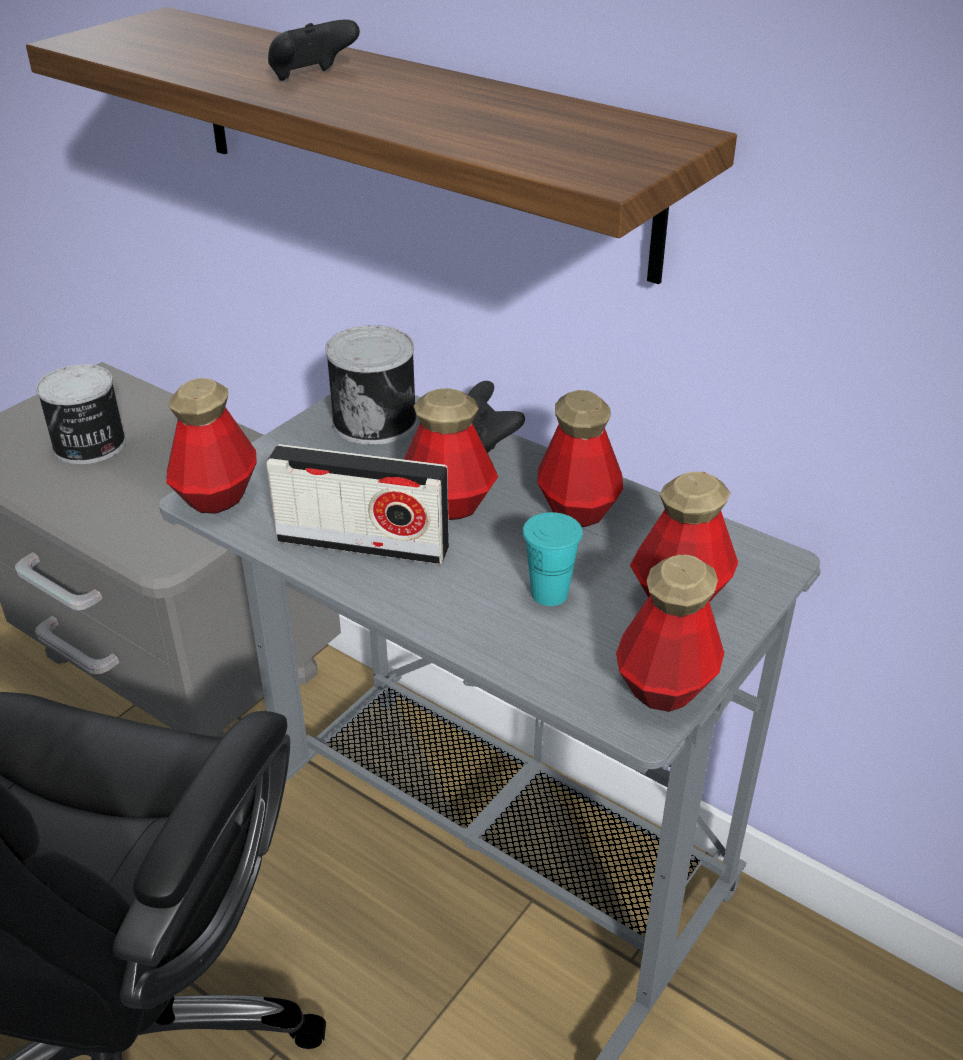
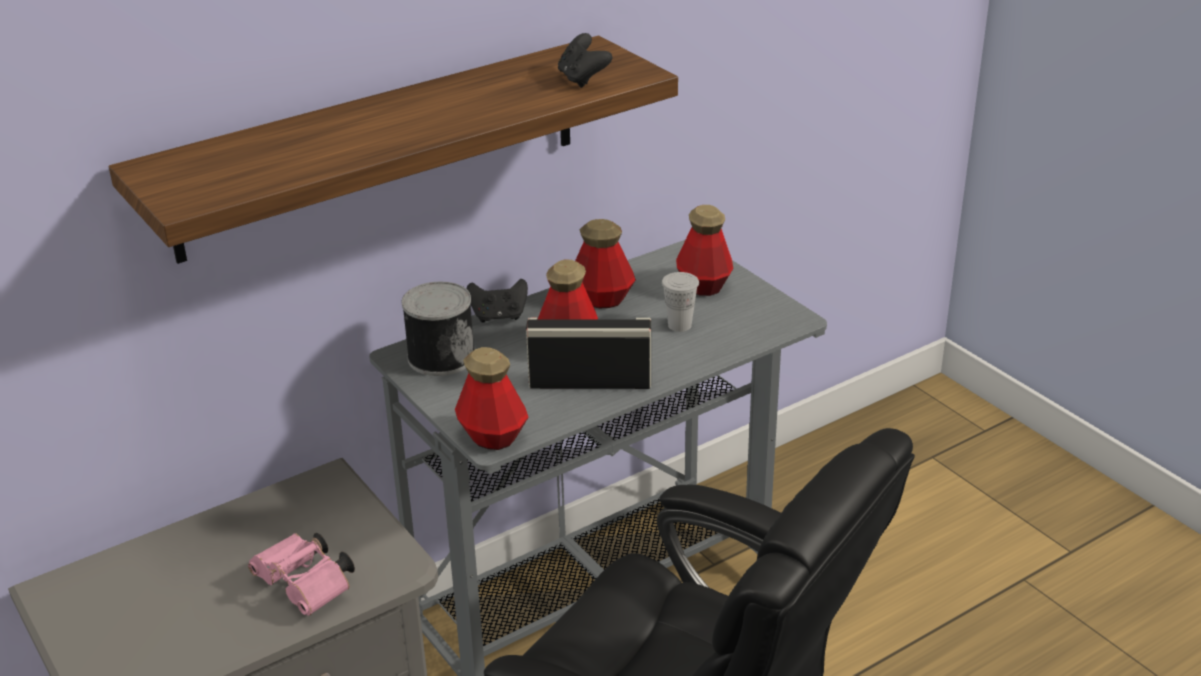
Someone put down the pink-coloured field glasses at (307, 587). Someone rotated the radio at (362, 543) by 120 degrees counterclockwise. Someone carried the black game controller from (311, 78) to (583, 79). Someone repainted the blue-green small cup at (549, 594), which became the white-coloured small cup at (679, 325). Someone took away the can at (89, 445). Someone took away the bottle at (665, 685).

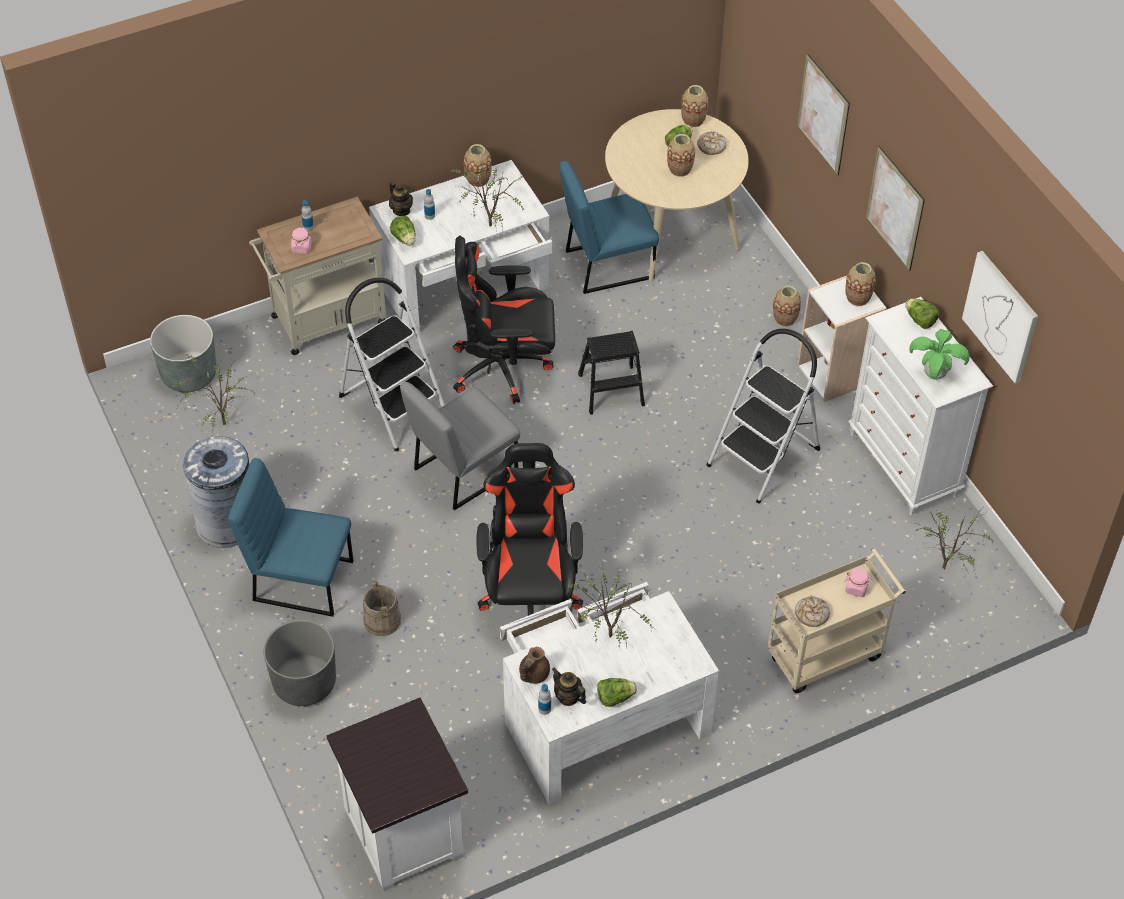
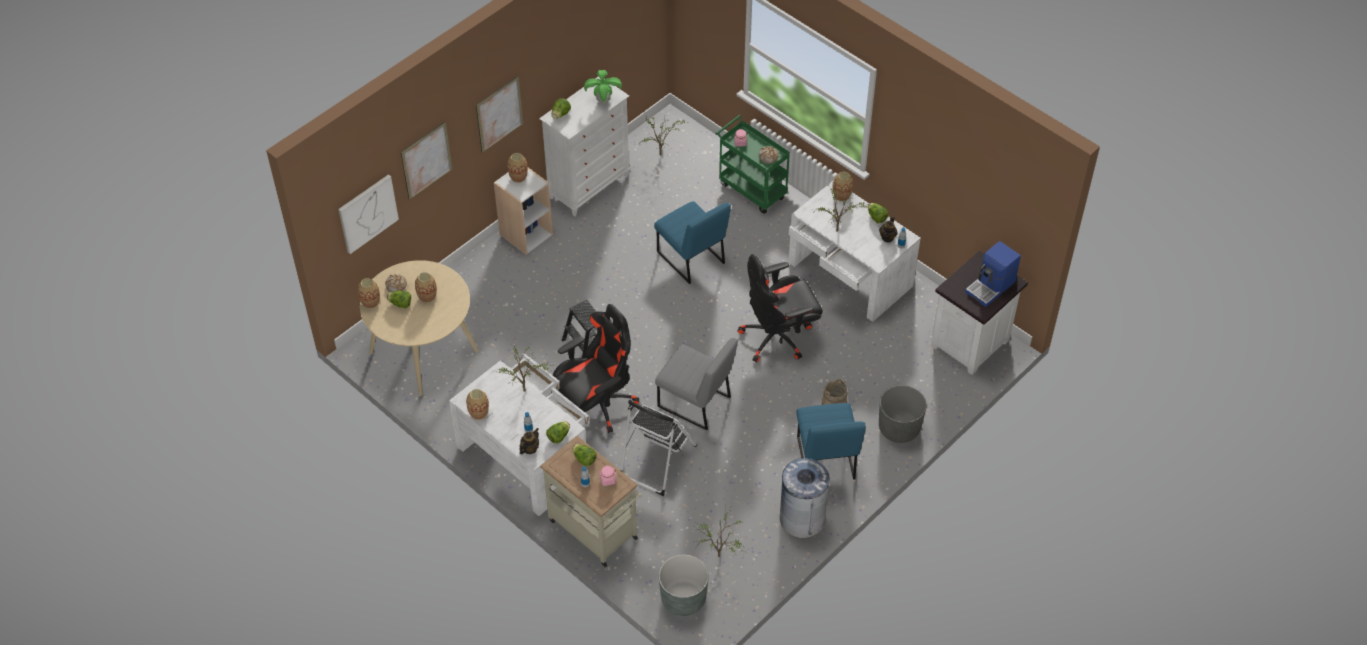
Someone carried the wall picture from (1001, 316) to (367, 213). Someone rotated the black desk chair at (507, 369) by 105 degrees counterclockwise. Someone put down the lettuce head at (584, 459). Someone carried the blue-coloured chair from (606, 264) to (691, 258). Someone repainted the sand-coloured wheeled cart at (827, 658), which became the green wheeled cart at (750, 191). Someone carried the decorative vase from (785, 319) to (842, 196). Someone put down the coffee maker at (991, 287). Someone took away the brown-coloured pot for tea at (533, 674). Someone took away the stepladder at (766, 456).

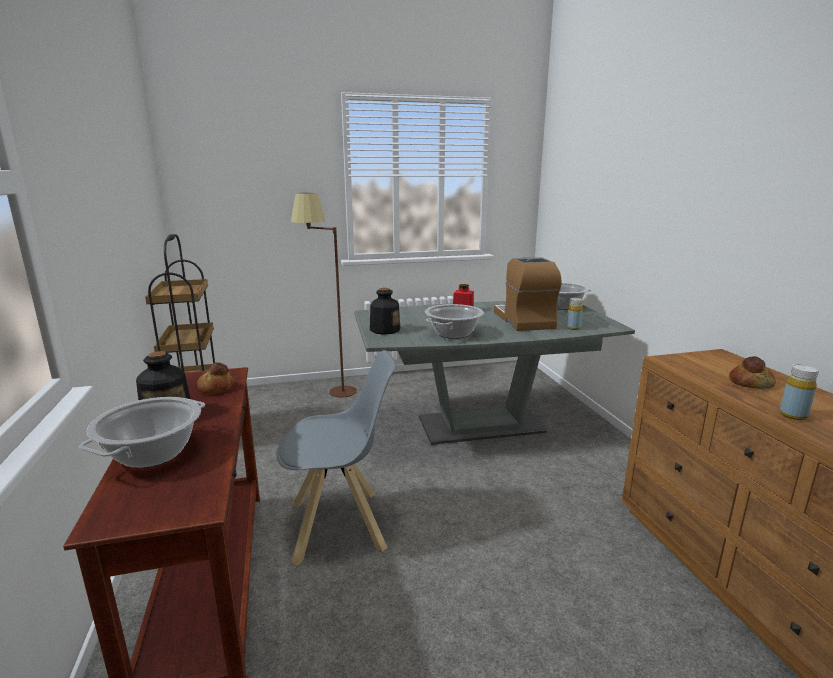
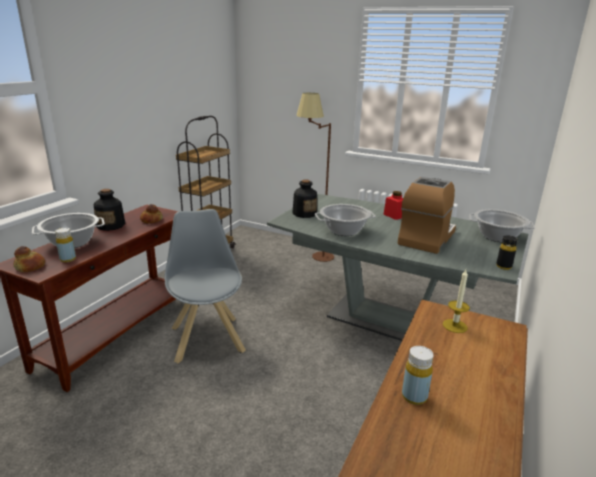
Someone carried the bread from (750, 383) to (30, 266). Someone carried the yellowish bottle from (573, 328) to (68, 259). Someone rotated the gray chair at (341, 525) by 135 degrees counterclockwise. Someone put down the candle at (455, 326). Someone put down the black bottle at (503, 266).

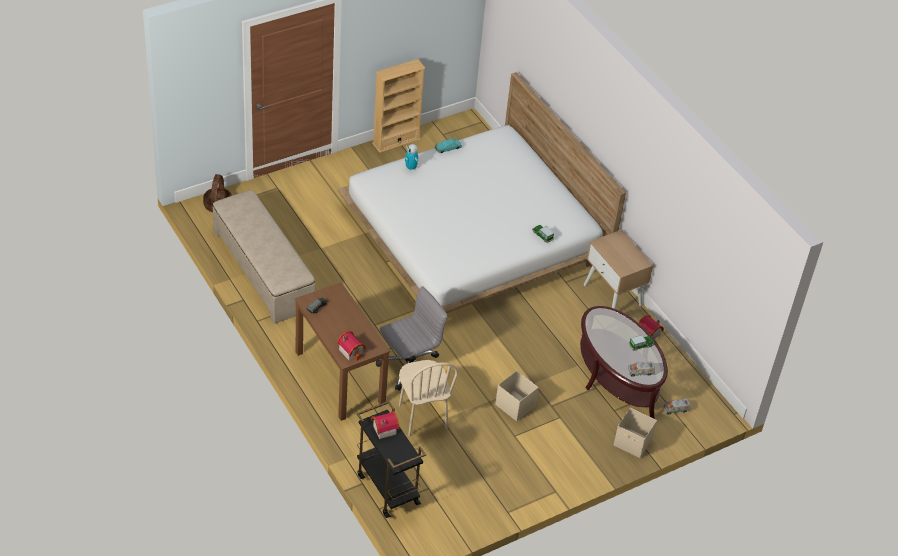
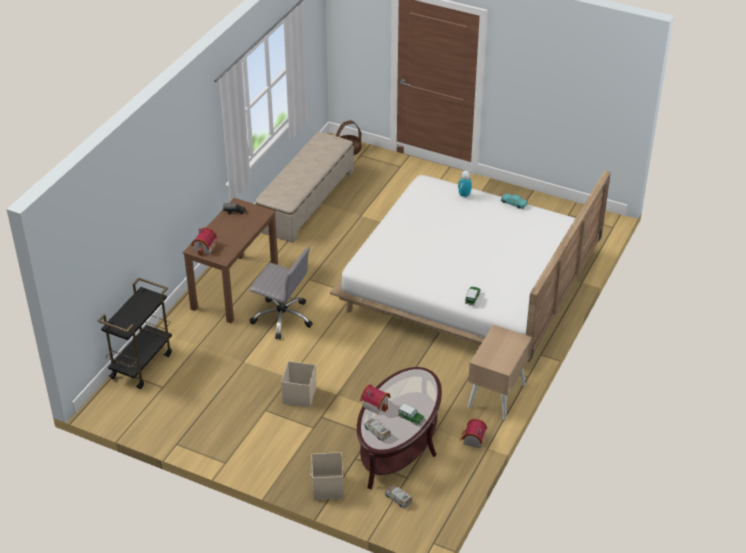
Someone carried the miniature house from (383, 429) to (375, 404). Someone took away the sand-coloured bookcase at (396, 141). Someone took away the sand-coloured chair at (422, 417).

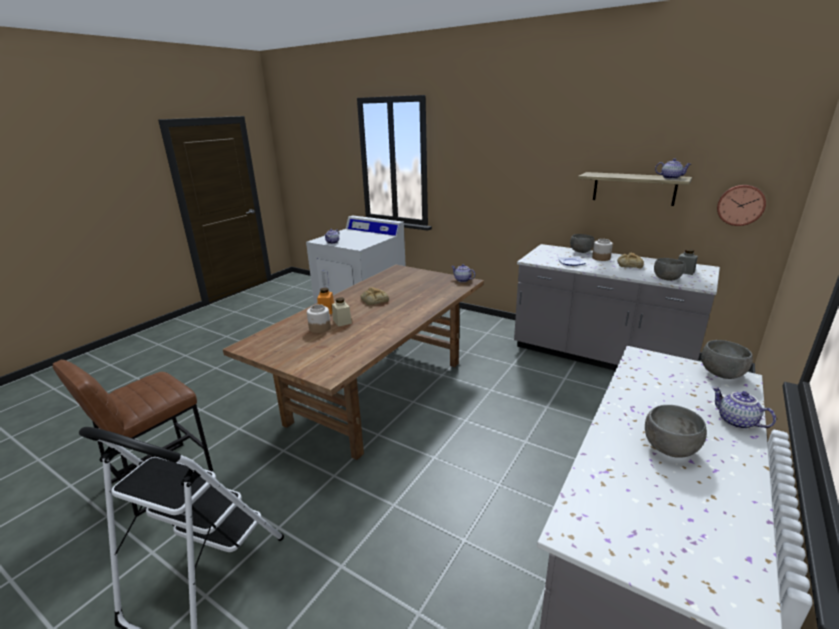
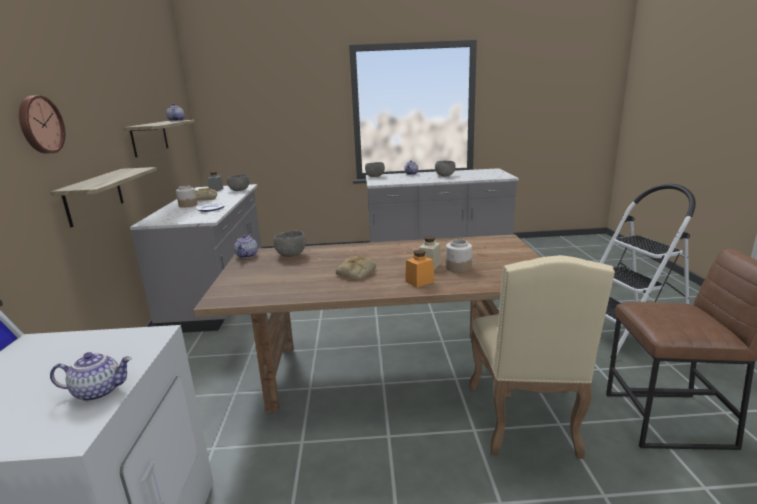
Someone carried the hanging clock from (740, 205) to (39, 125). Someone put up the bracket shelf at (94, 196). Someone carried the gray bowl from (581, 252) to (291, 255). Someone put down the sand-coloured chair at (526, 421).

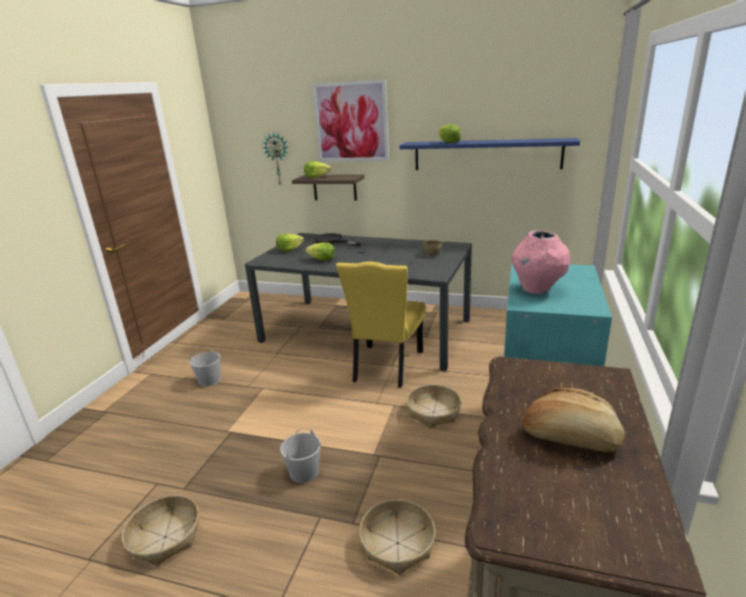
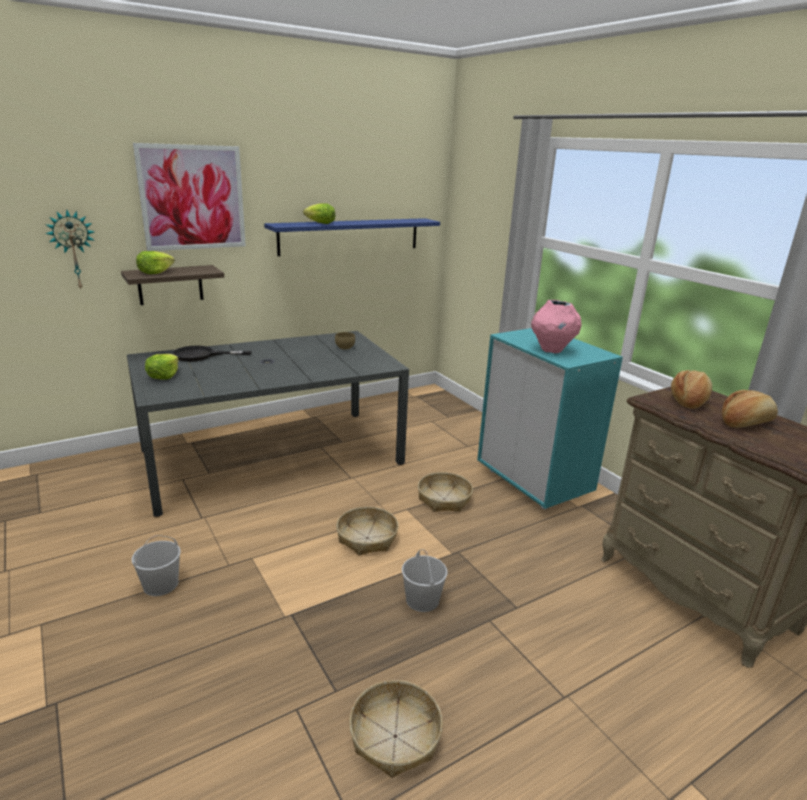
Someone carried the storage basket from (397, 543) to (367, 538). Someone put down the bread at (689, 400). Someone took away the lettuce head at (321, 259). Someone took away the yellowish chair at (387, 364).

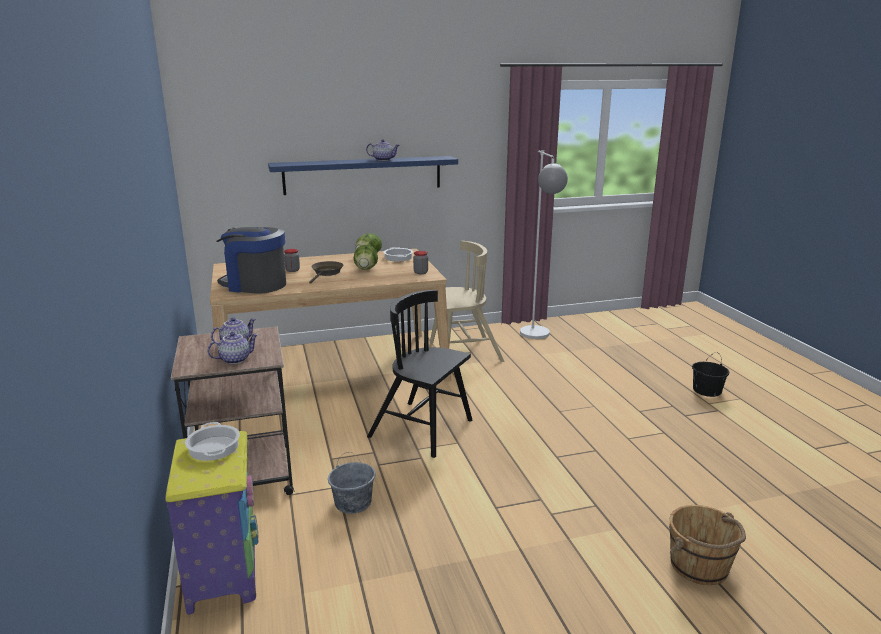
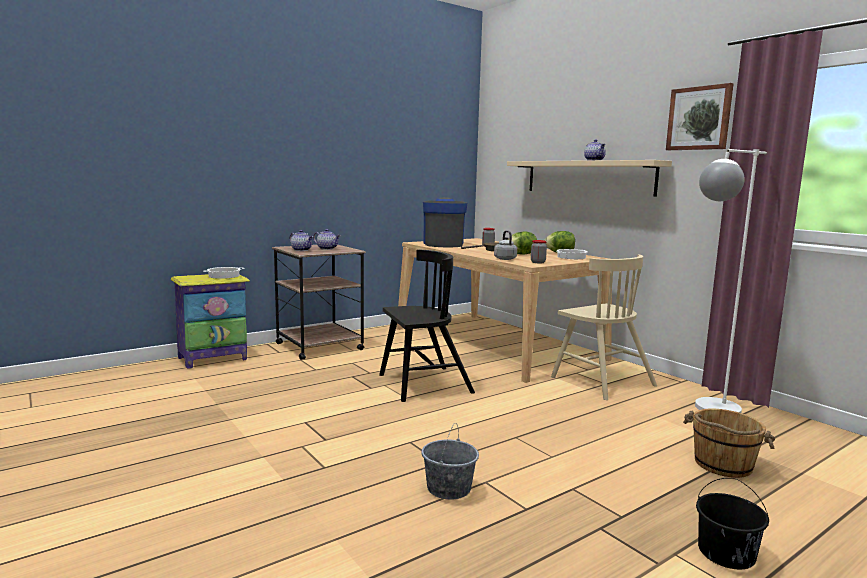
Someone rotated the black chair at (426, 429) by 60 degrees clockwise. Someone carried the gray pail from (353, 502) to (449, 488). Someone put down the gray tea kettle at (504, 259). Someone repainted the blue-coloured bracket shelf at (363, 175), which became the sand-coloured bracket shelf at (587, 177). Someone put up the wall picture at (699, 118). Someone carried the brown-coloured pail from (700, 566) to (722, 465).

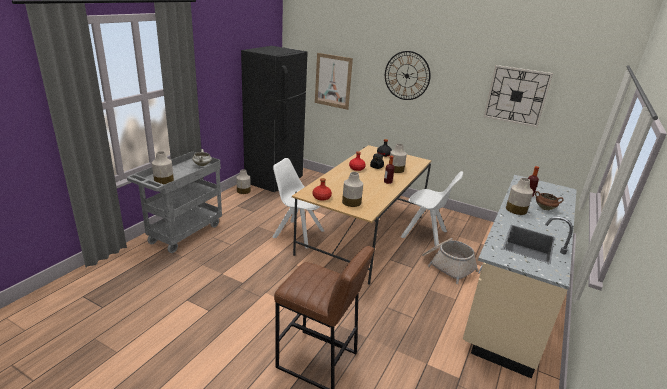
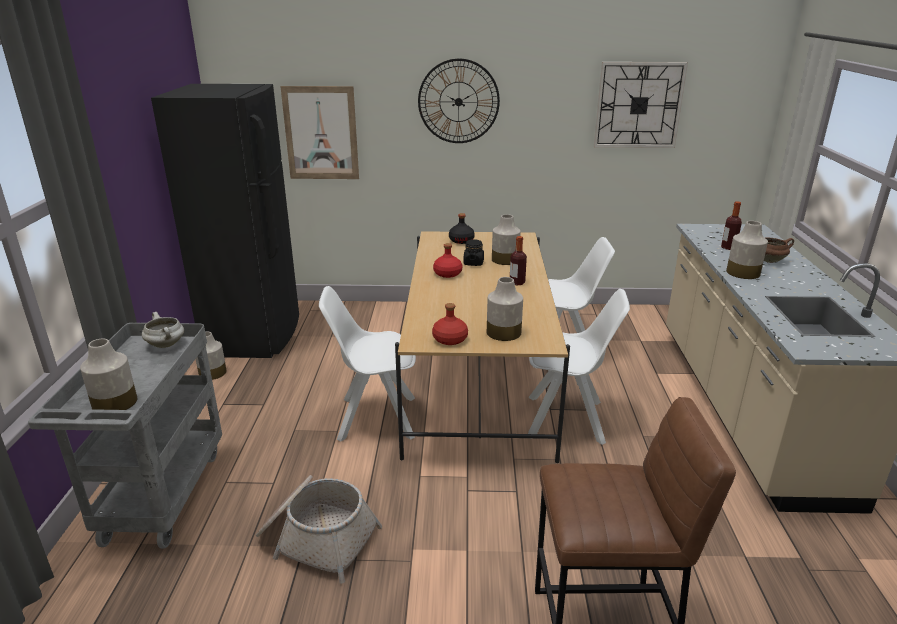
Someone carried the storage basket from (447, 265) to (317, 538). Someone put down the white-coloured chair at (568, 420).

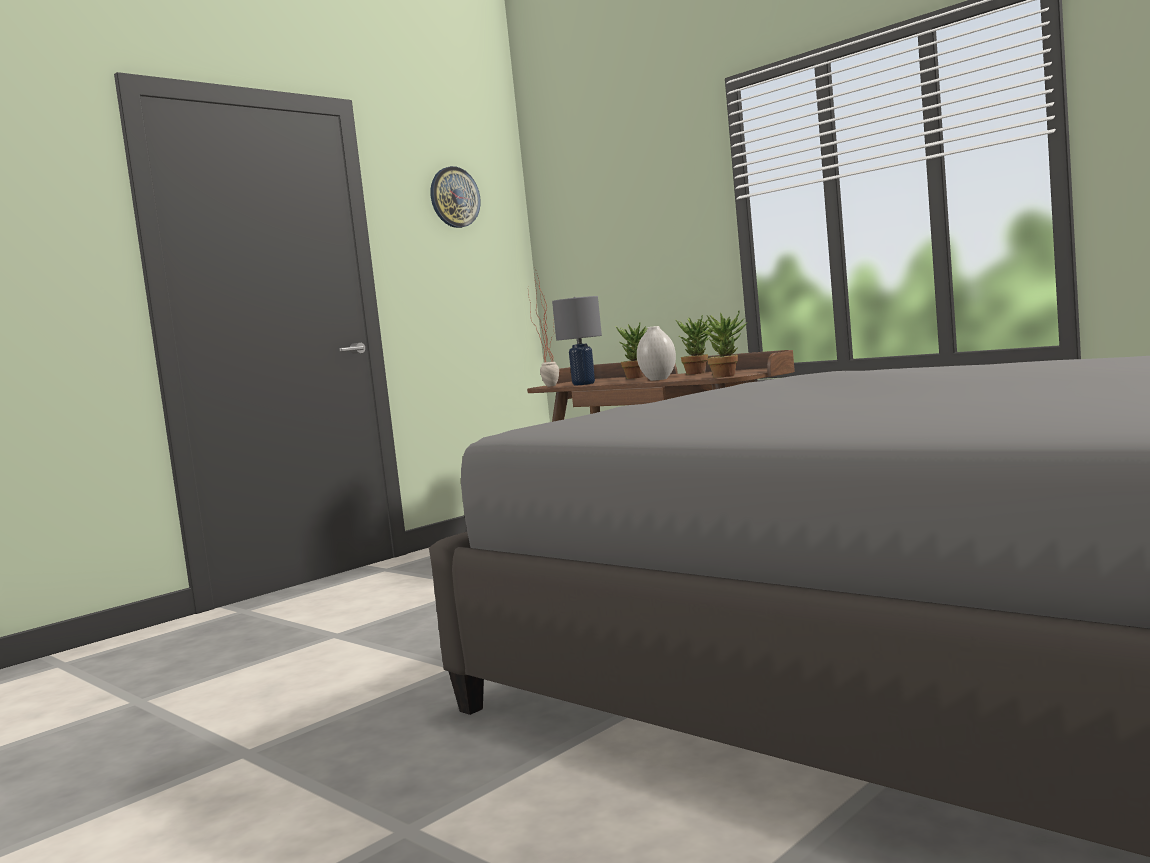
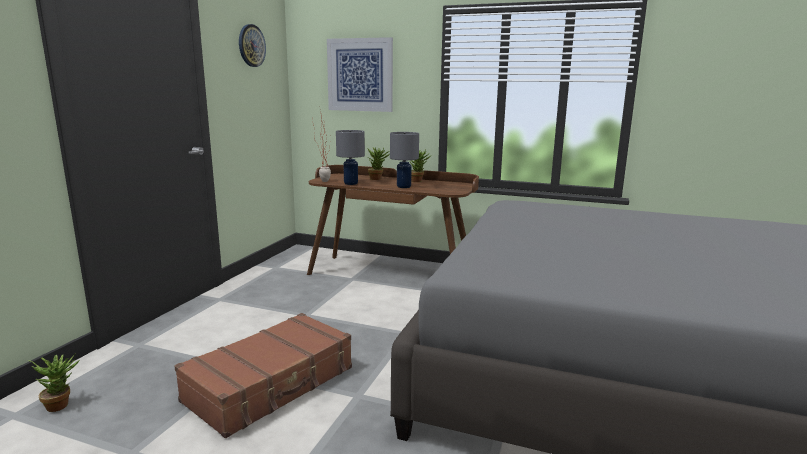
Someone carried the houseplant from (727, 376) to (61, 404). Someone put down the brown-coloured suitcase at (271, 385). Someone put up the wall picture at (360, 75). Someone swapped the white-coloured decorative vase at (658, 379) for the gray tabletop lamp at (404, 187).

